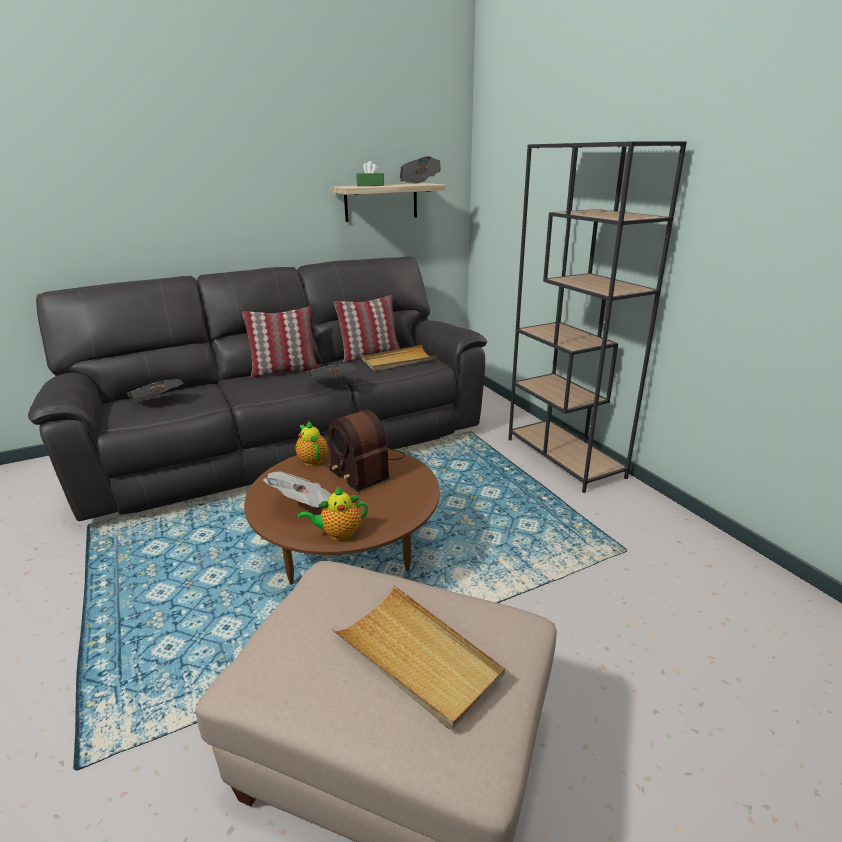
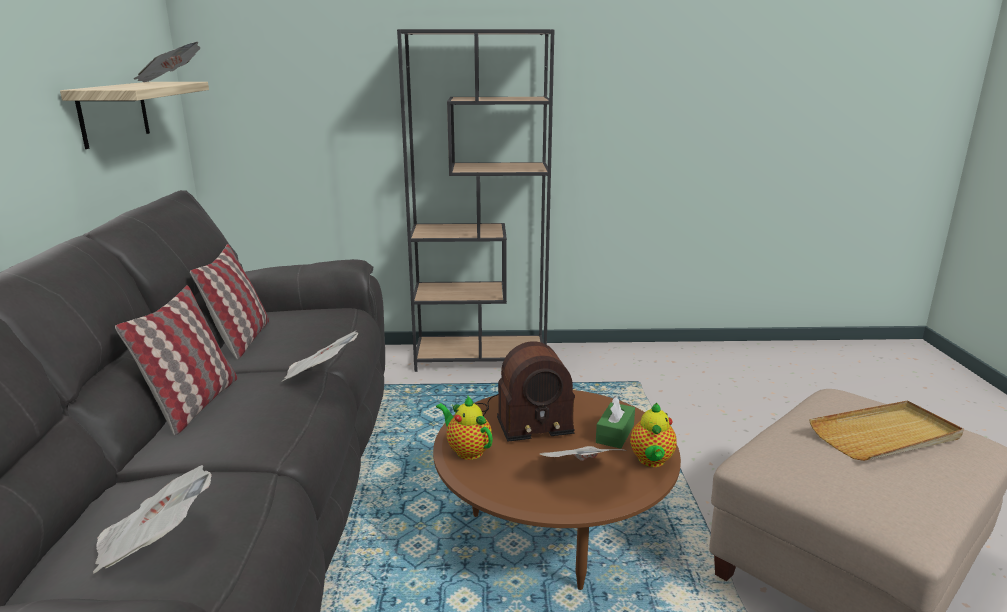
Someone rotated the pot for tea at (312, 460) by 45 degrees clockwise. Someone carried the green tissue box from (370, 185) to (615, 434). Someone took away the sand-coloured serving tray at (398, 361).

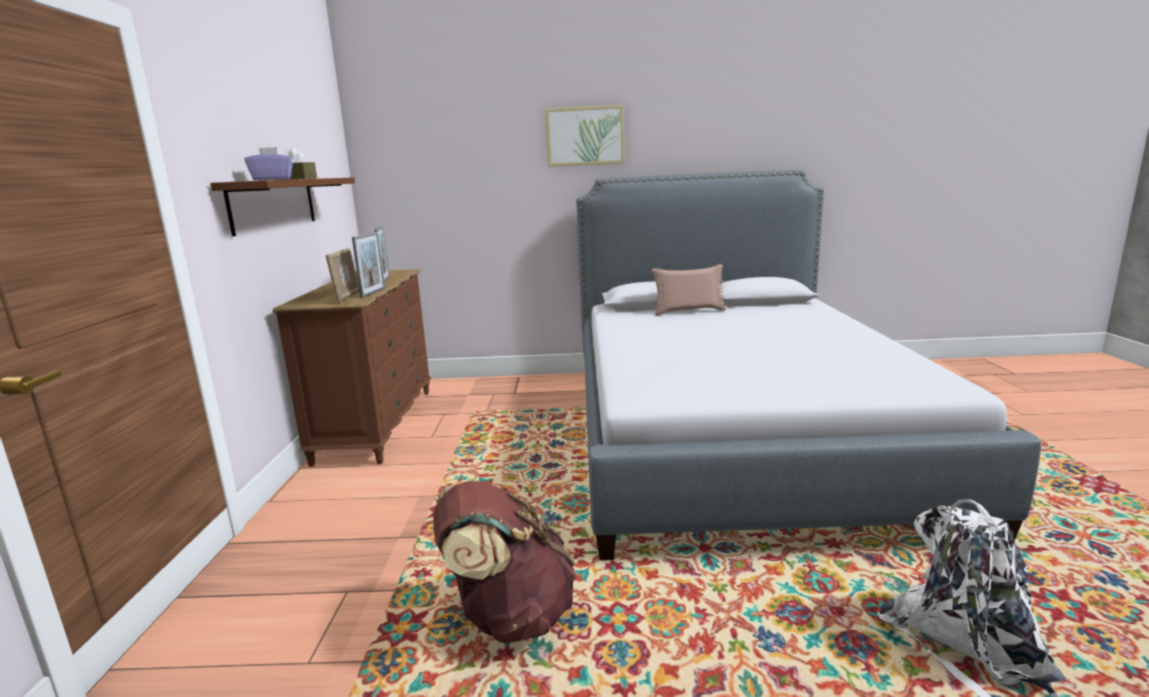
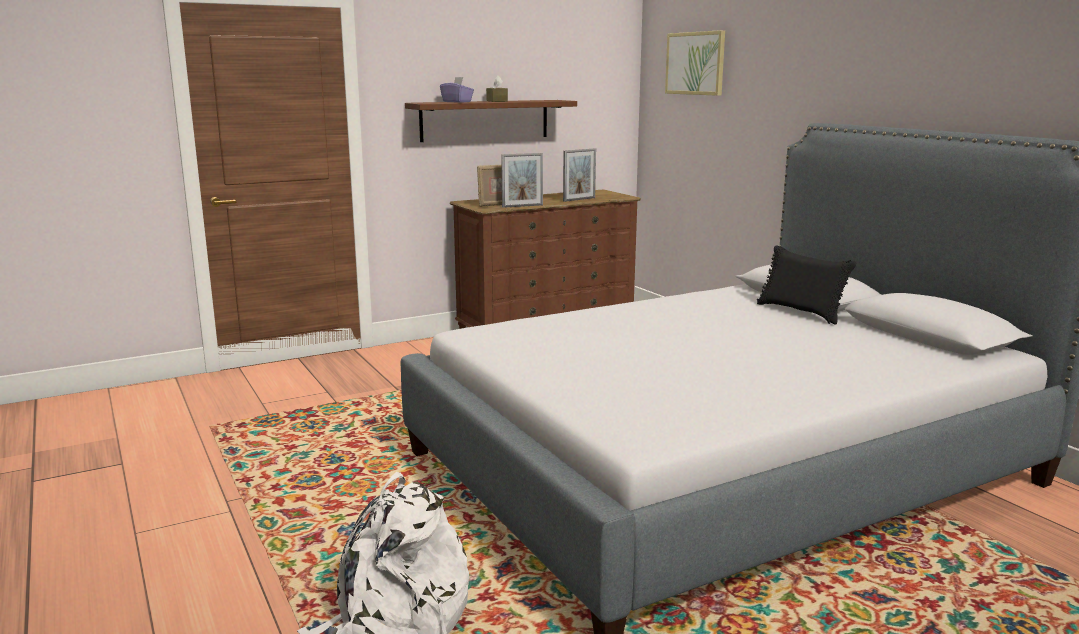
Someone carried the wall picture from (585, 136) to (695, 63). Someone repainted the sand-coloured throw pillow at (688, 311), which became the black throw pillow at (801, 312). Someone took away the brown-coloured backpack at (508, 616).

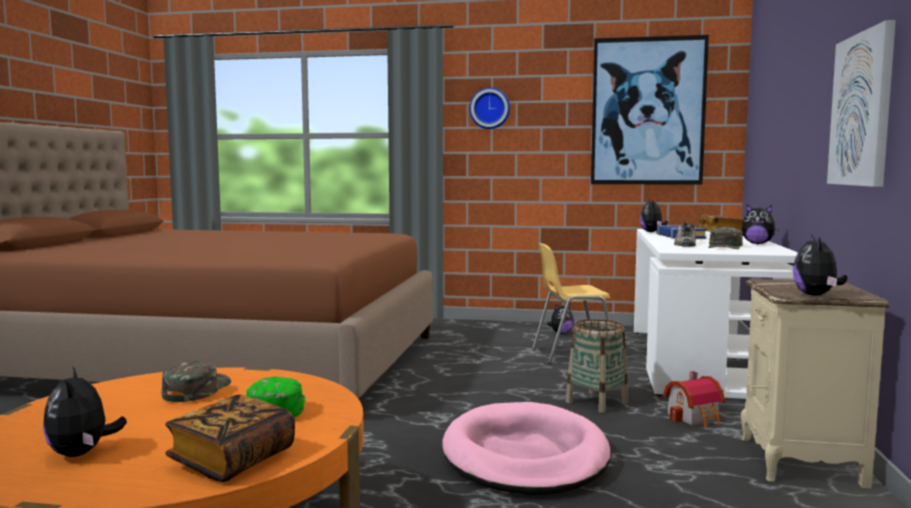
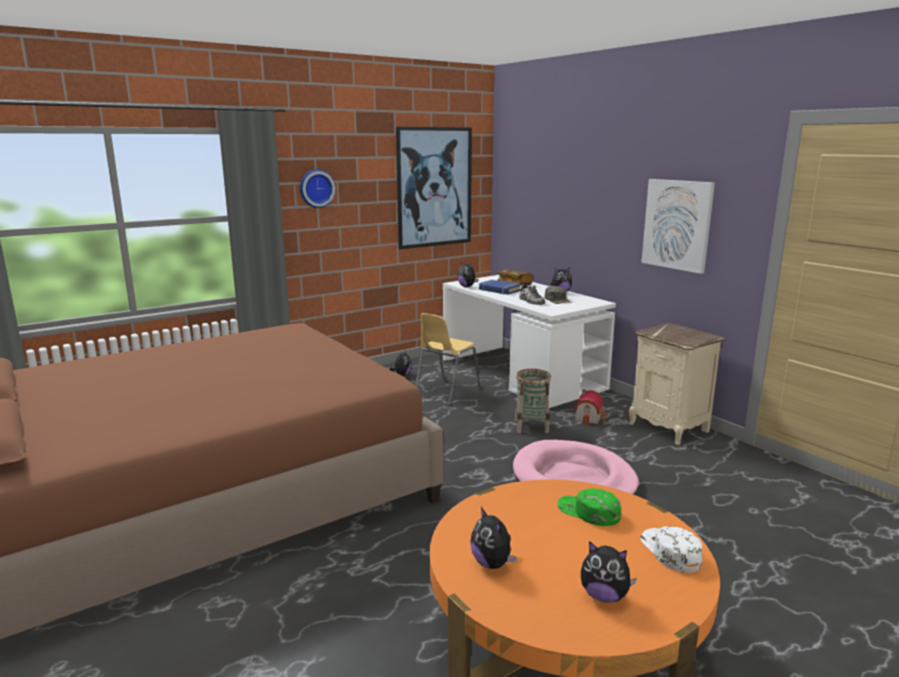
Someone carried the cuddly toy from (816, 295) to (492, 563). Someone swapped the book at (232, 460) for the white-coloured peaked cap at (670, 551). Someone took away the green peaked cap at (196, 390).

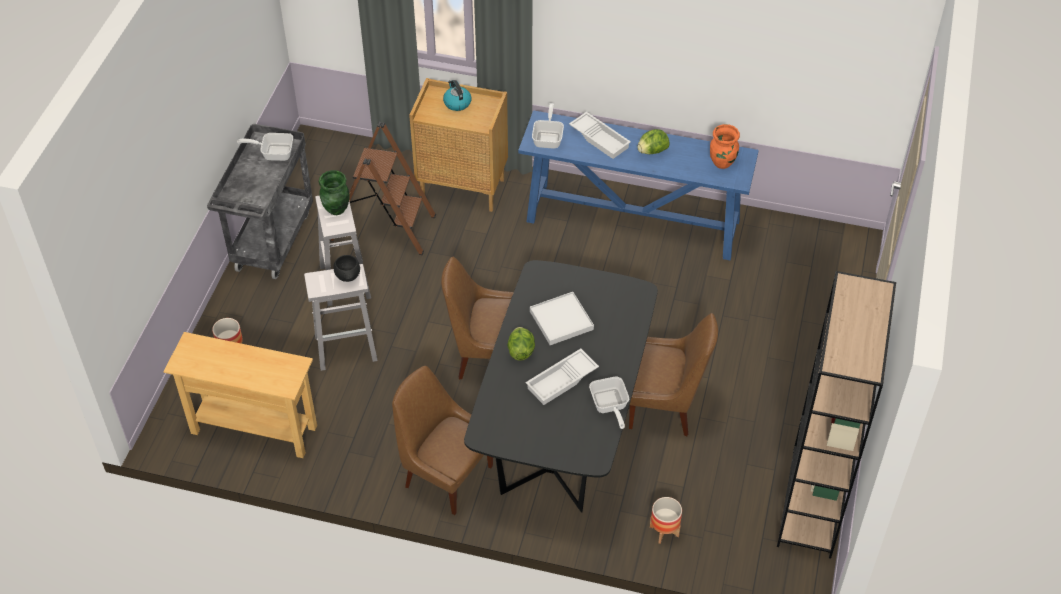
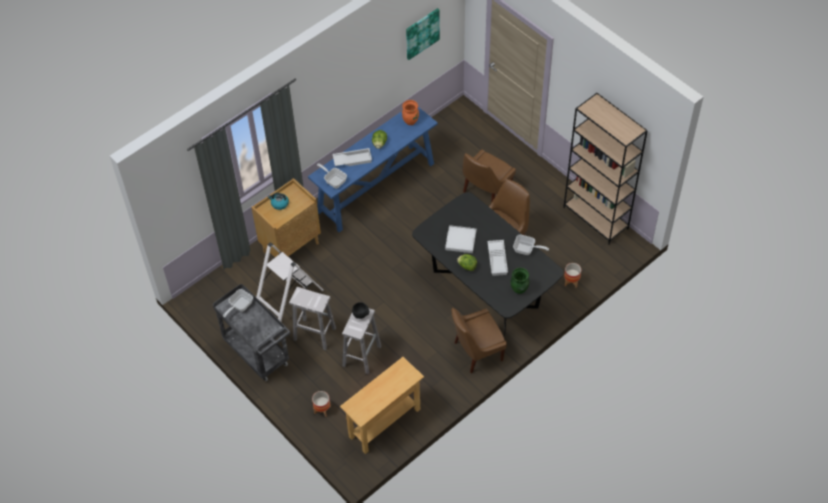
Someone repainted the brown-coloured stepladder at (382, 227), which became the white-coloured stepladder at (288, 298). Someone put up the wall picture at (422, 33). Someone carried the brown-coloured chair from (486, 355) to (485, 191). Someone carried the green decorative vase from (336, 209) to (519, 289).

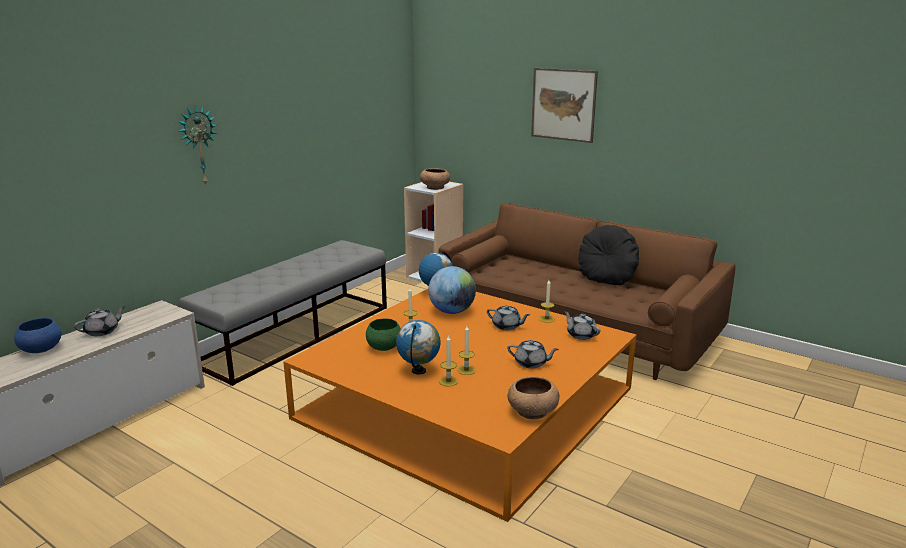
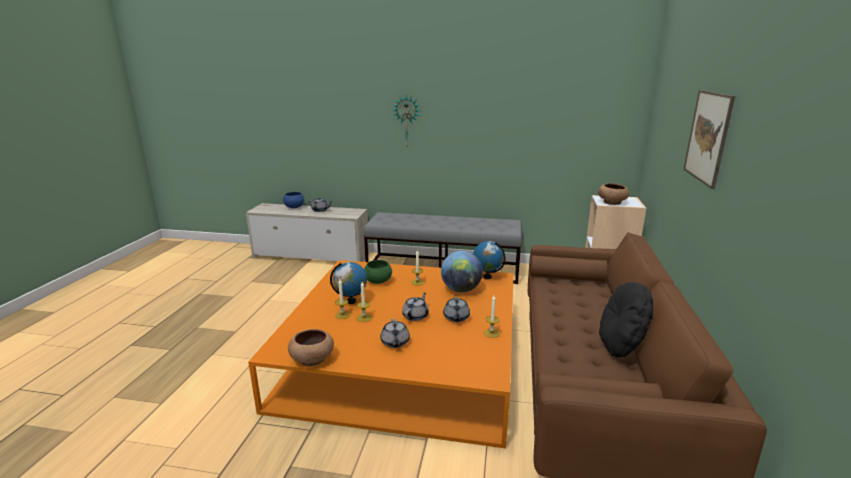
Someone carried the gray pot for tea from (581, 335) to (416, 316).

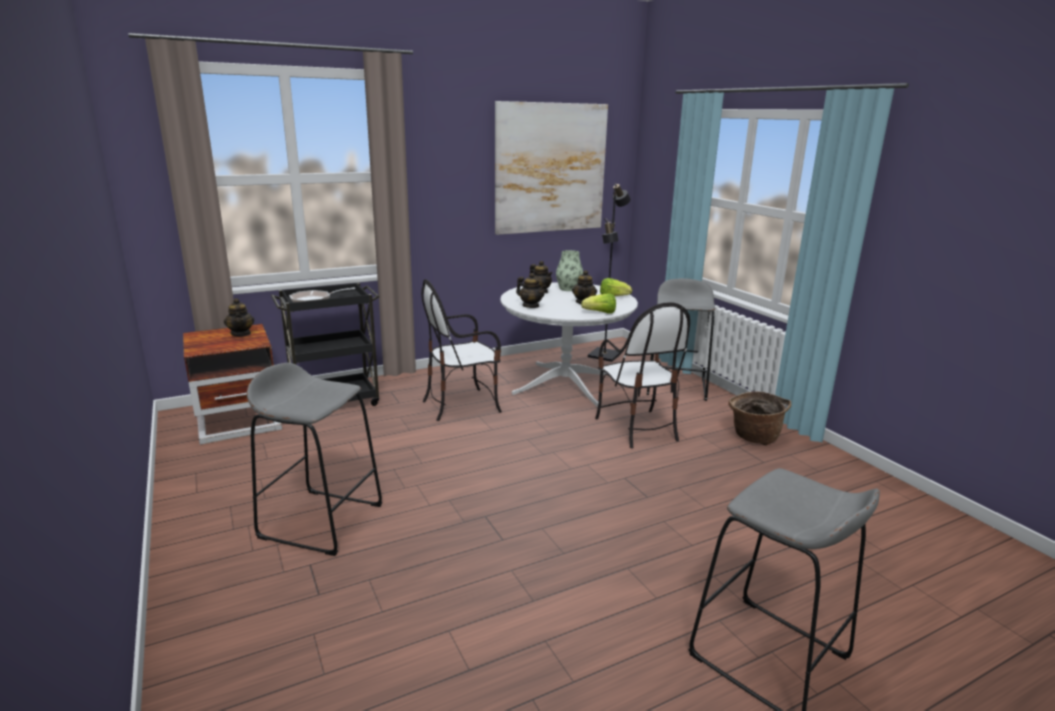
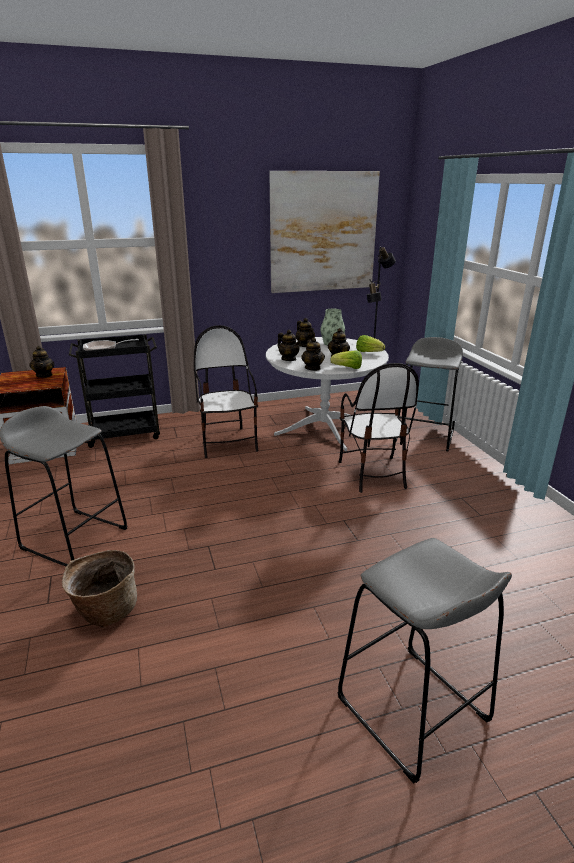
Someone carried the storage basket from (753, 437) to (105, 610). Someone rotated the chair at (462, 405) by 90 degrees clockwise. Someone put down the pot for tea at (313, 368).

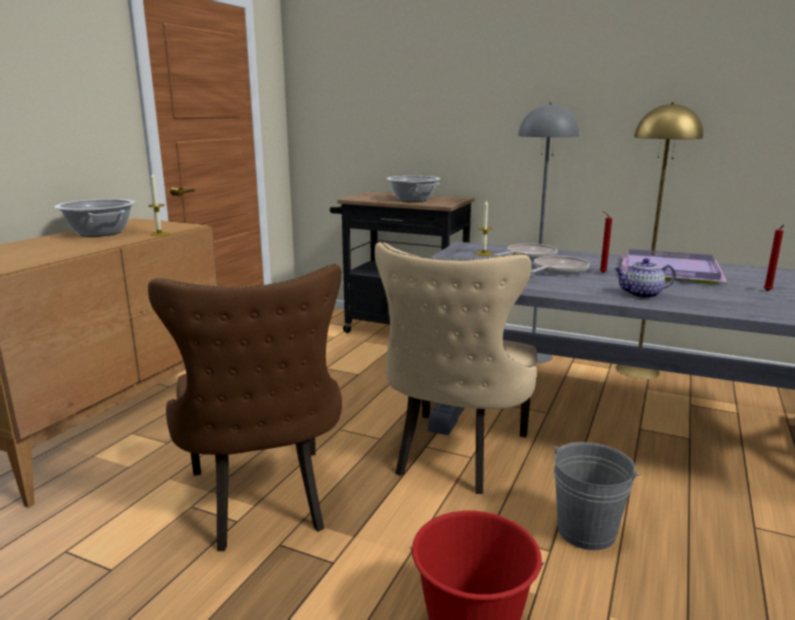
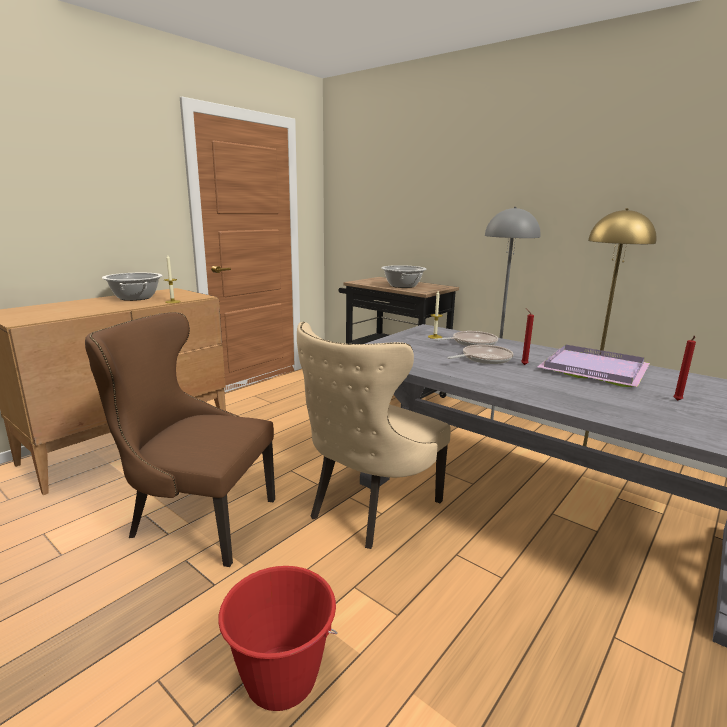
Someone rotated the brown-coloured chair at (263, 500) by 105 degrees clockwise. Someone took away the gray pail at (586, 531). Someone took away the pot for tea at (641, 295).

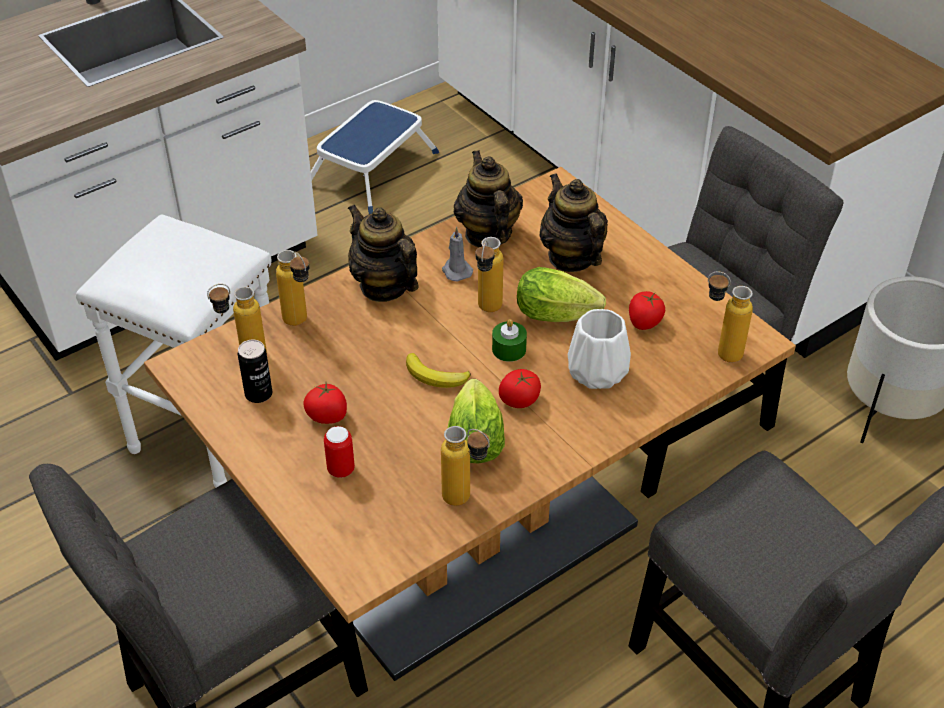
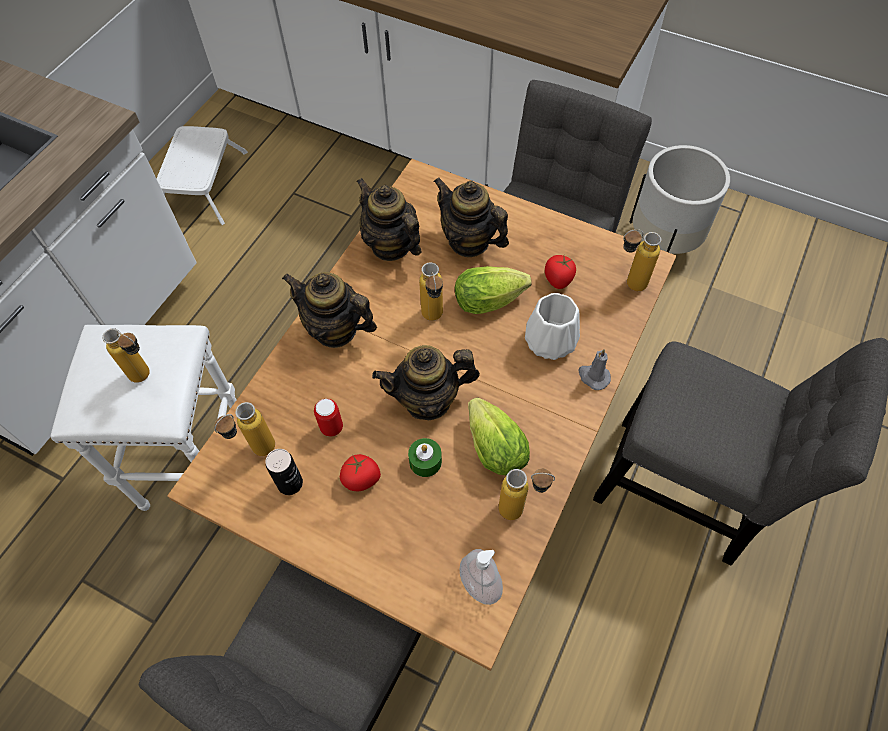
Someone carried the bottle from (300, 324) to (147, 377). Someone repainted the blue-coloured stepladder at (371, 169), which became the white-coloured stepladder at (202, 184). Someone carried the can from (341, 469) to (331, 427). Someone swapped the banana fruit at (435, 376) for the pot for tea at (428, 400). Someone carried the green candle from (509, 349) to (425, 461). Someone put down the liquid soap bottle at (480, 583). Someone carried the gray candle from (456, 270) to (593, 376). Someone took away the tomato at (519, 400).

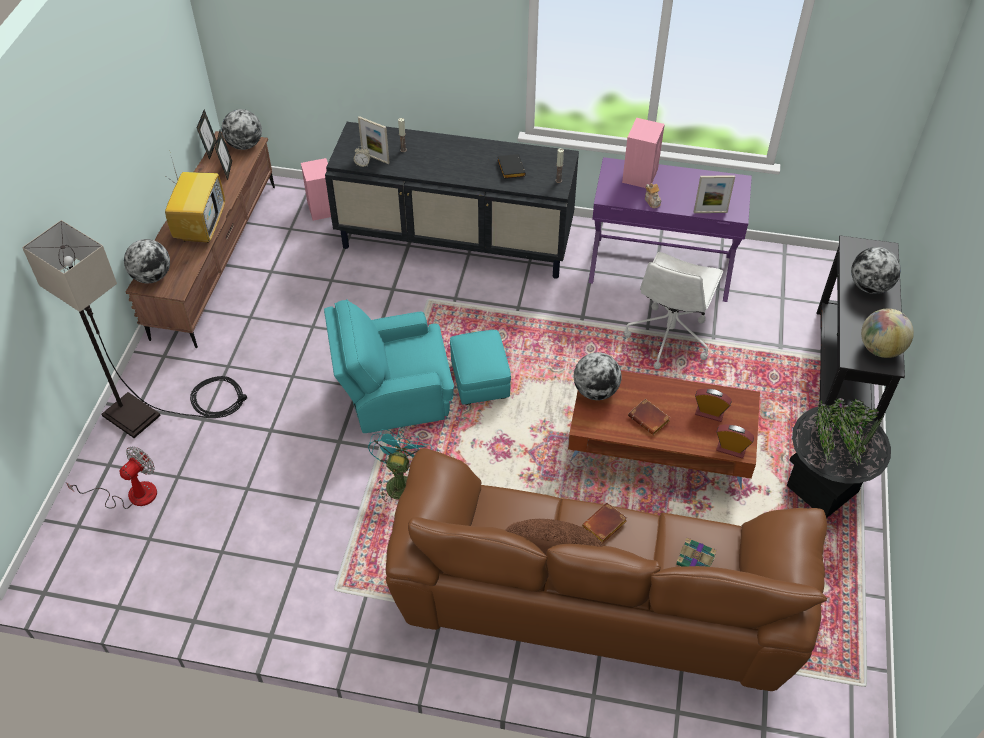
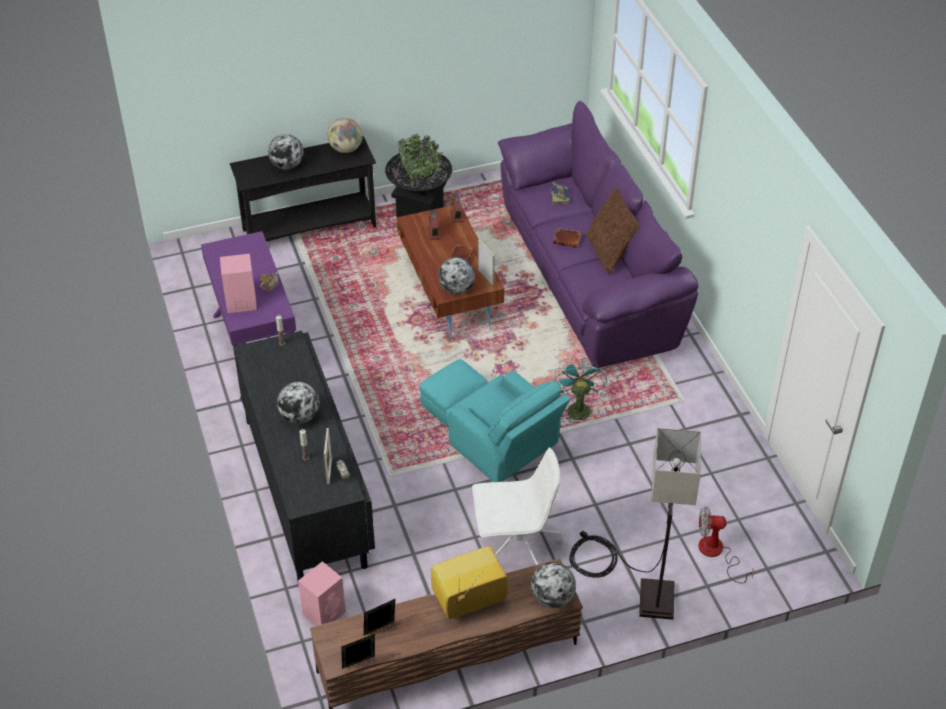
Someone carried the globe from (245, 145) to (299, 417). Someone carried the white-coloured desk chair from (669, 335) to (514, 549). Someone carried the picture frame from (710, 212) to (486, 277). Someone repainted the brown-coloured couch at (596, 606), which became the purplish couch at (588, 280). Someone rotated the blue-green fan at (401, 482) by 105 degrees clockwise. Someone took away the black book at (510, 168).

